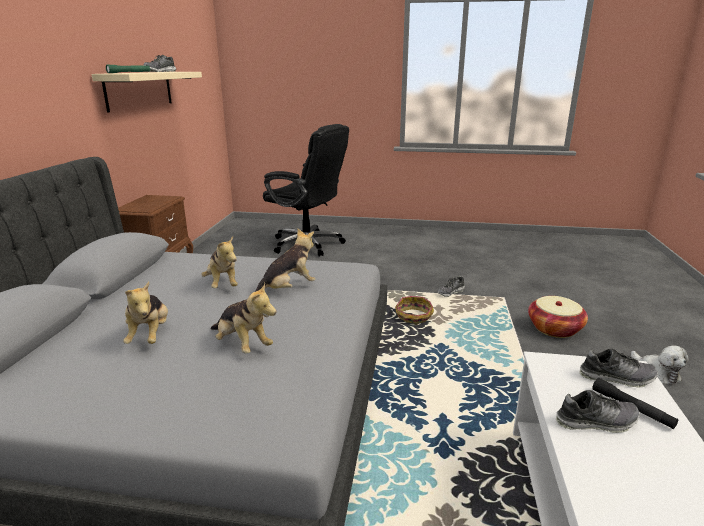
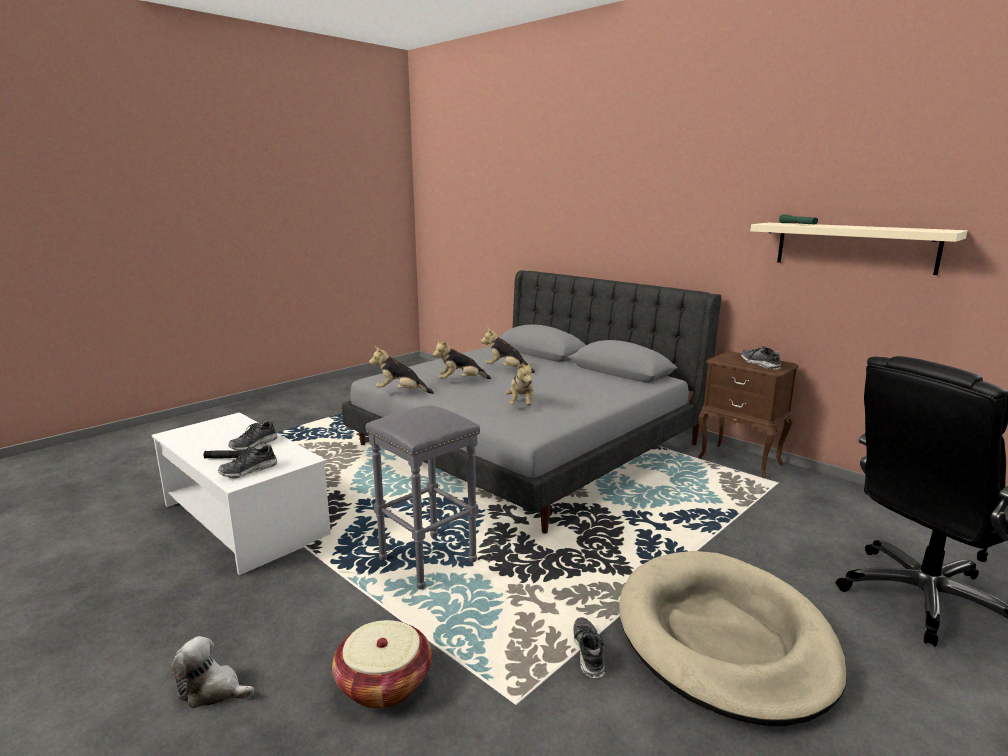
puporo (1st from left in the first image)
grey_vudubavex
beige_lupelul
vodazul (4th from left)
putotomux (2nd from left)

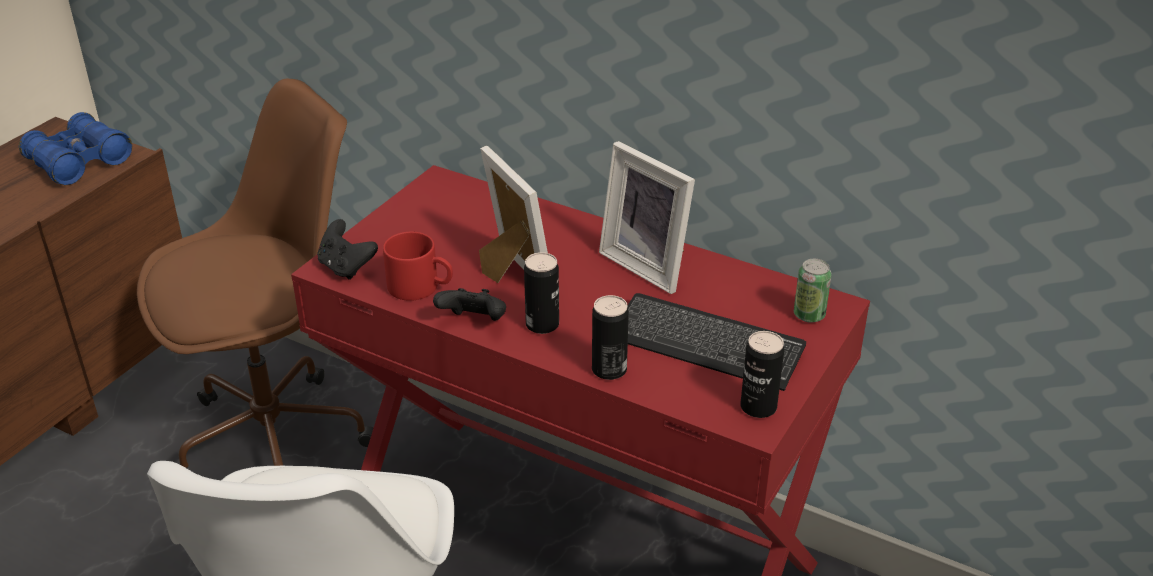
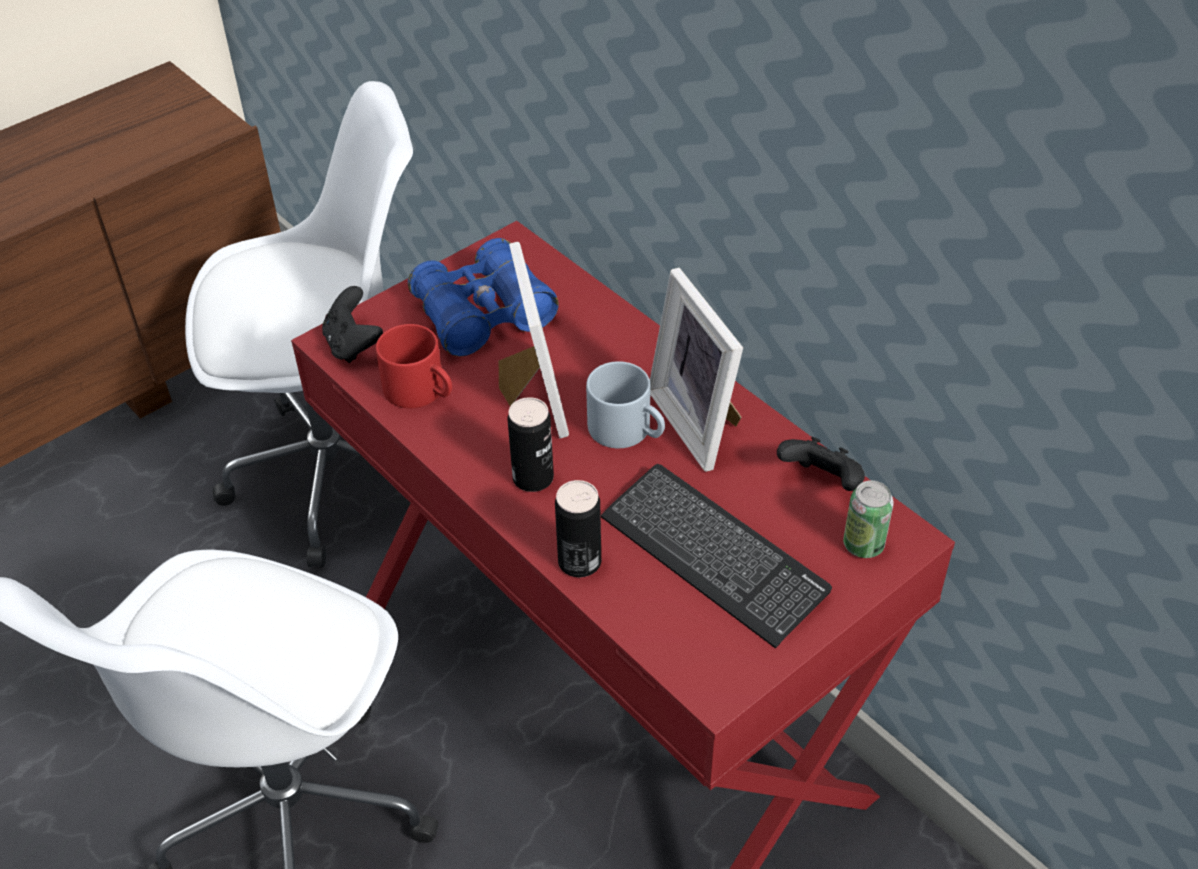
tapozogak (3rd from left in the first image)
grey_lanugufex
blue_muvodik
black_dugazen (2nd from left)
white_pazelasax (2nd from left)

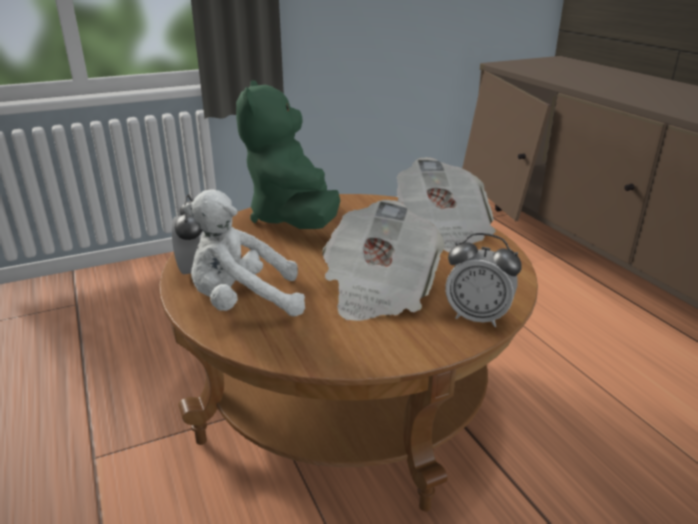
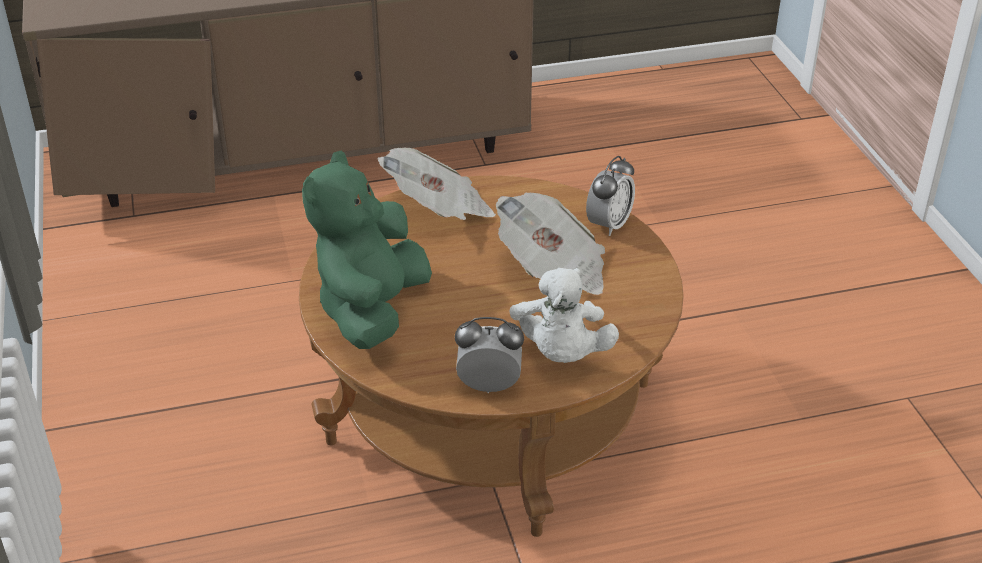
green_putotomux

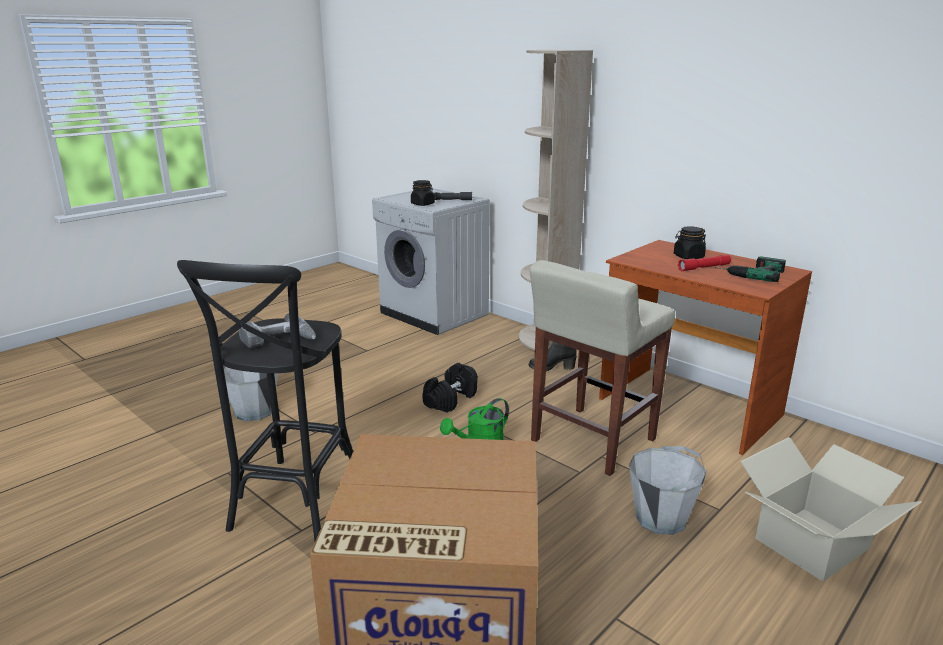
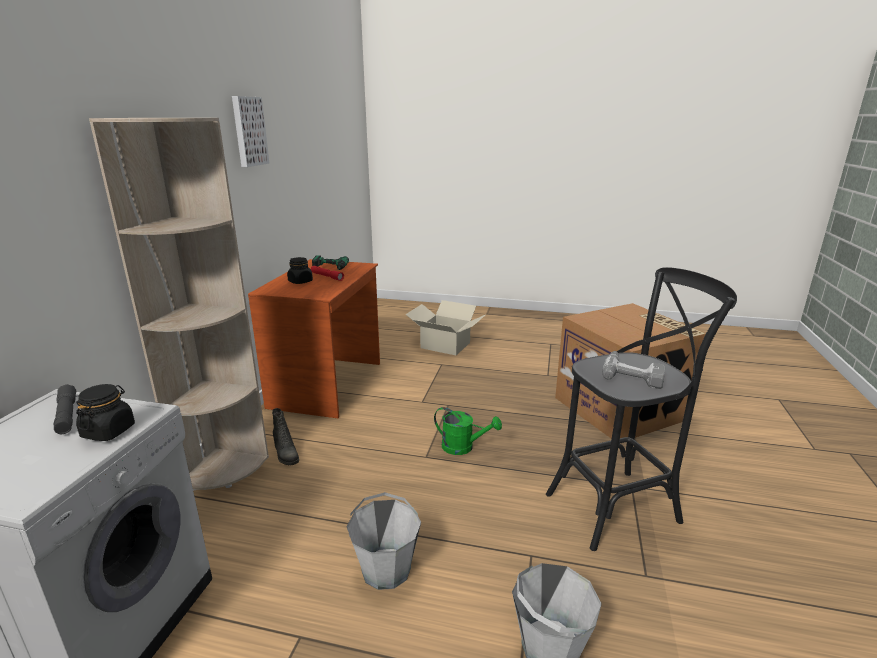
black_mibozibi
beige_vudubavex
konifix
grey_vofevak (1st from left)

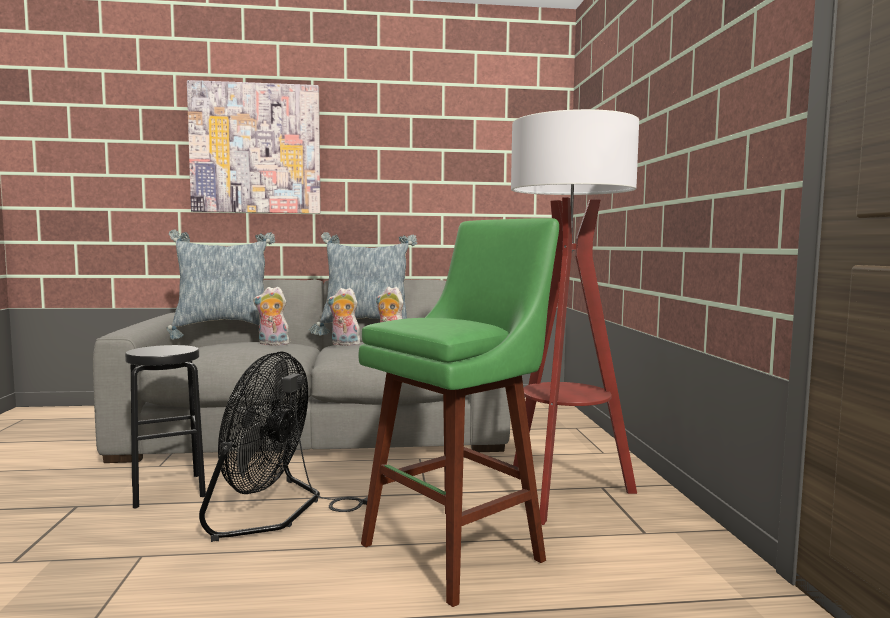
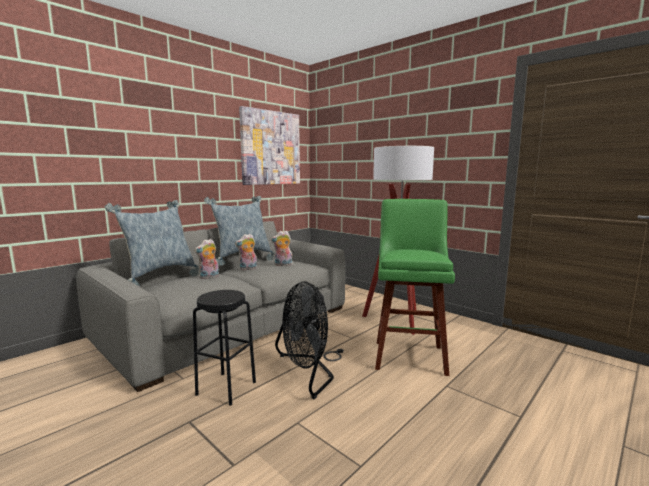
konifix

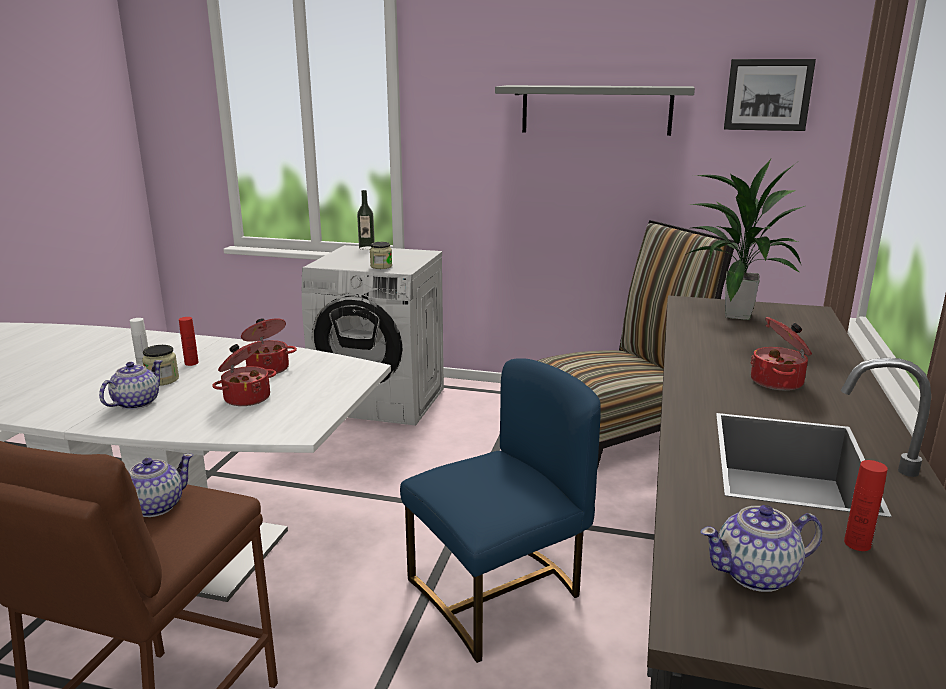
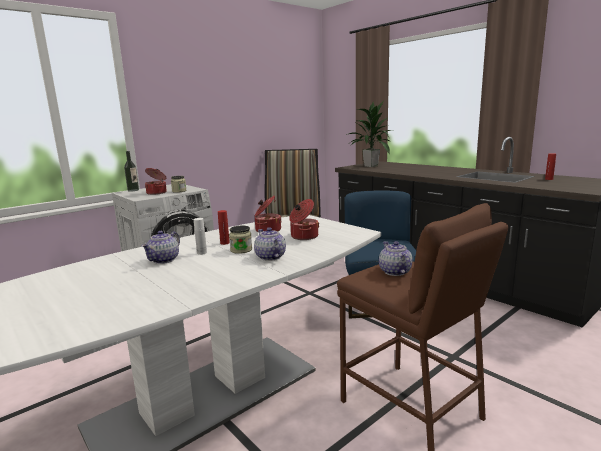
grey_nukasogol
konifix
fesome (1st from left)
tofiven (1st from left)

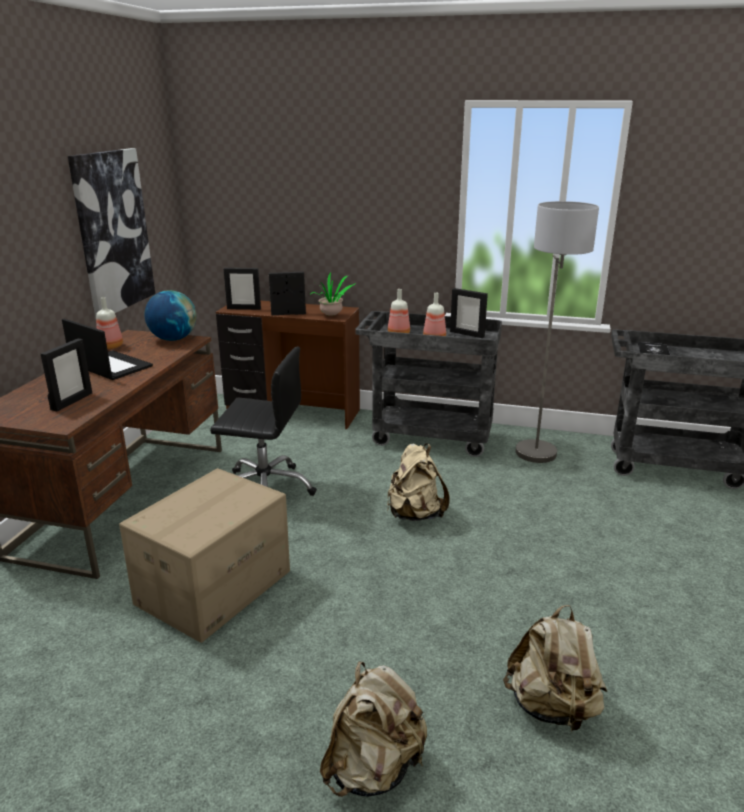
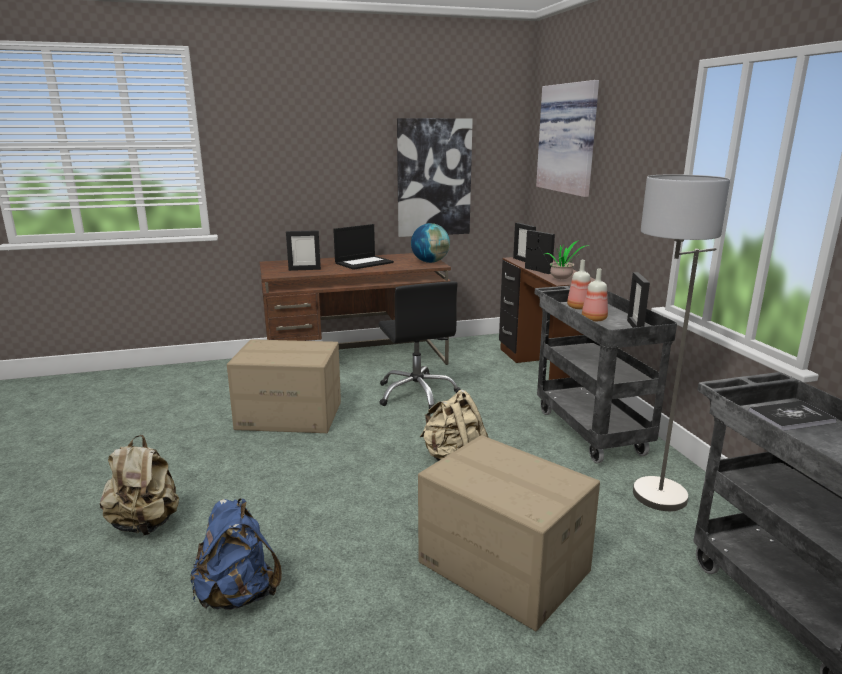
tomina (1st from left in the first image)
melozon (2nd from left)
konifix (2nd from left)
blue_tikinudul
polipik

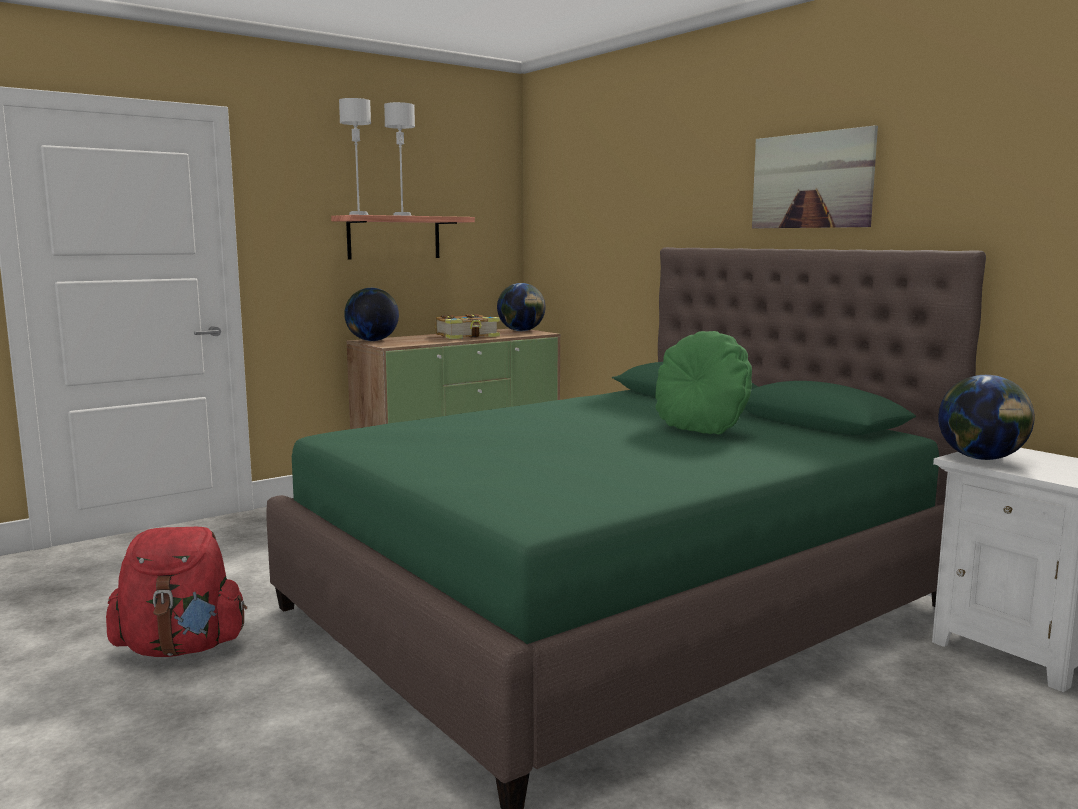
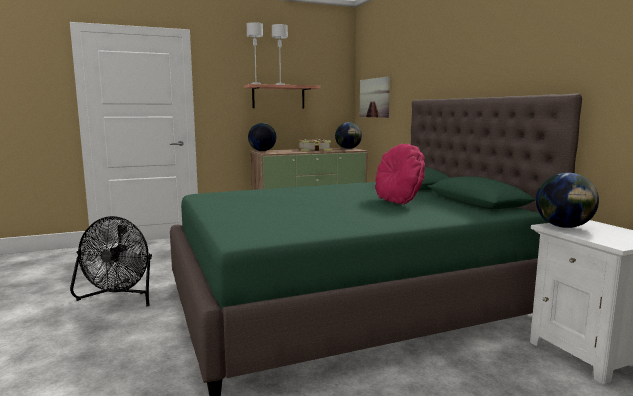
konifix
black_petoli
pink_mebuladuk

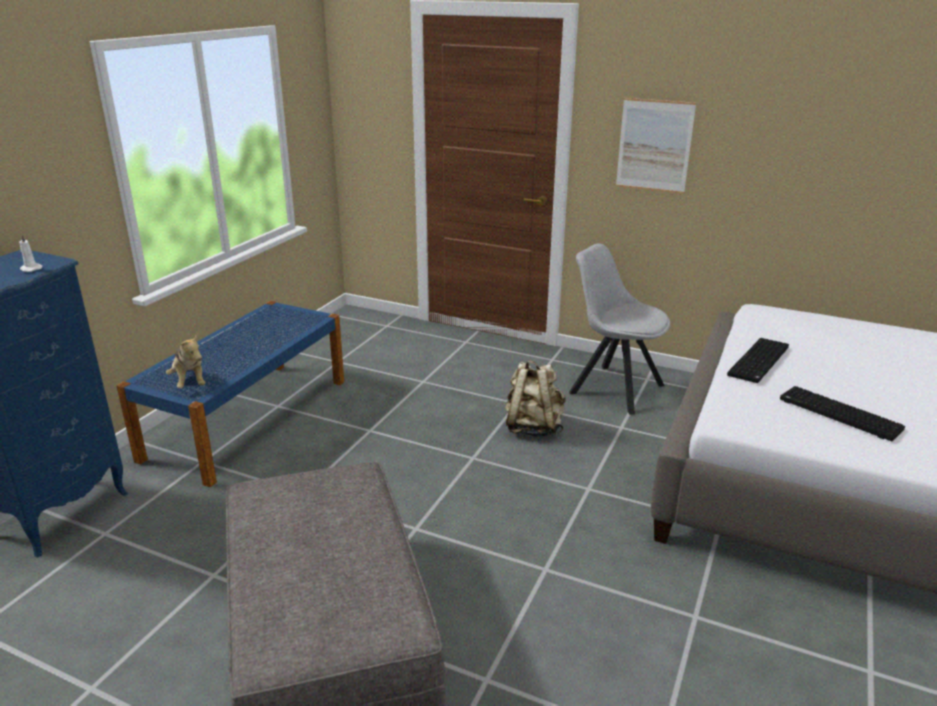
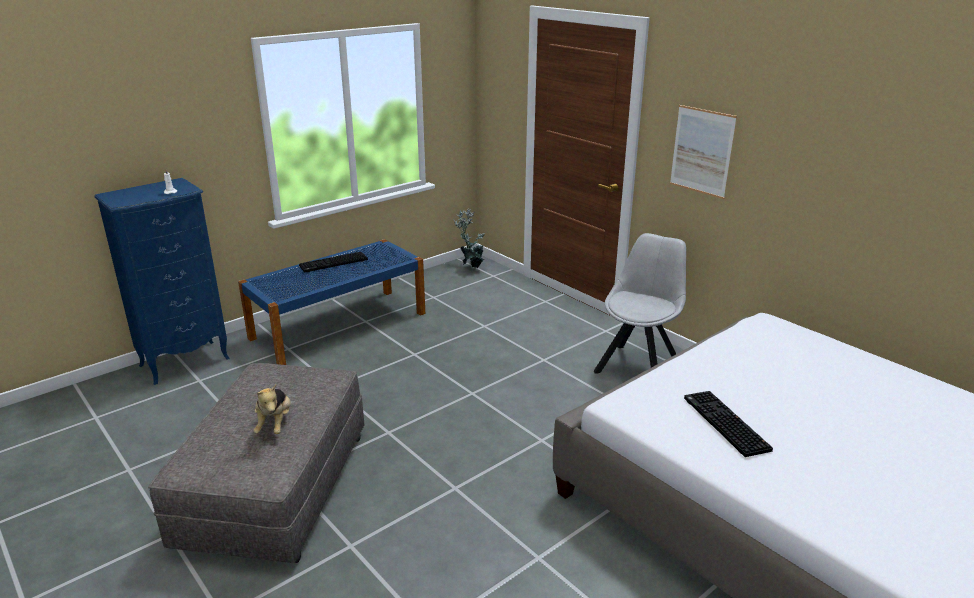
beige_tikinudul
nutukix
putotomux
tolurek (1st from left)
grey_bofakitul

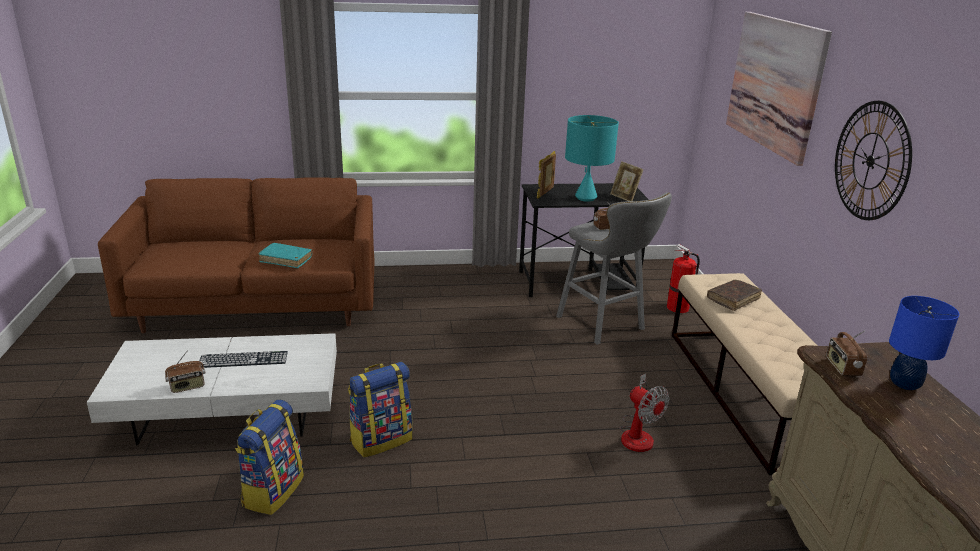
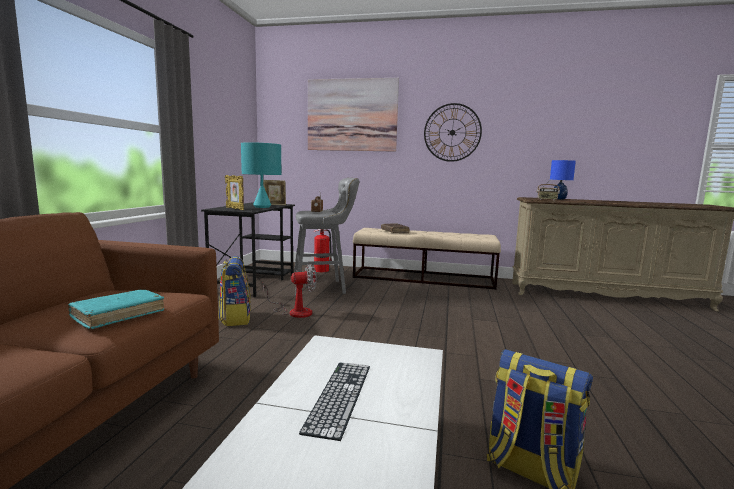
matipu (1st from left in the first image)
tikinudul (1st from left)
petoli

